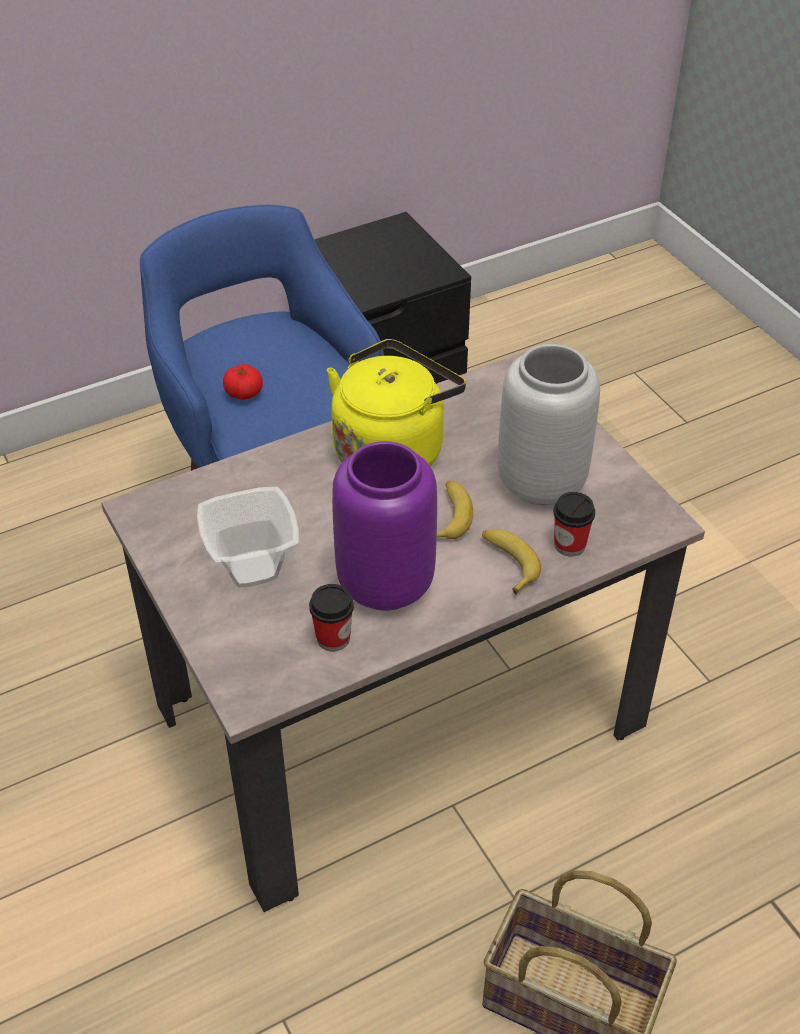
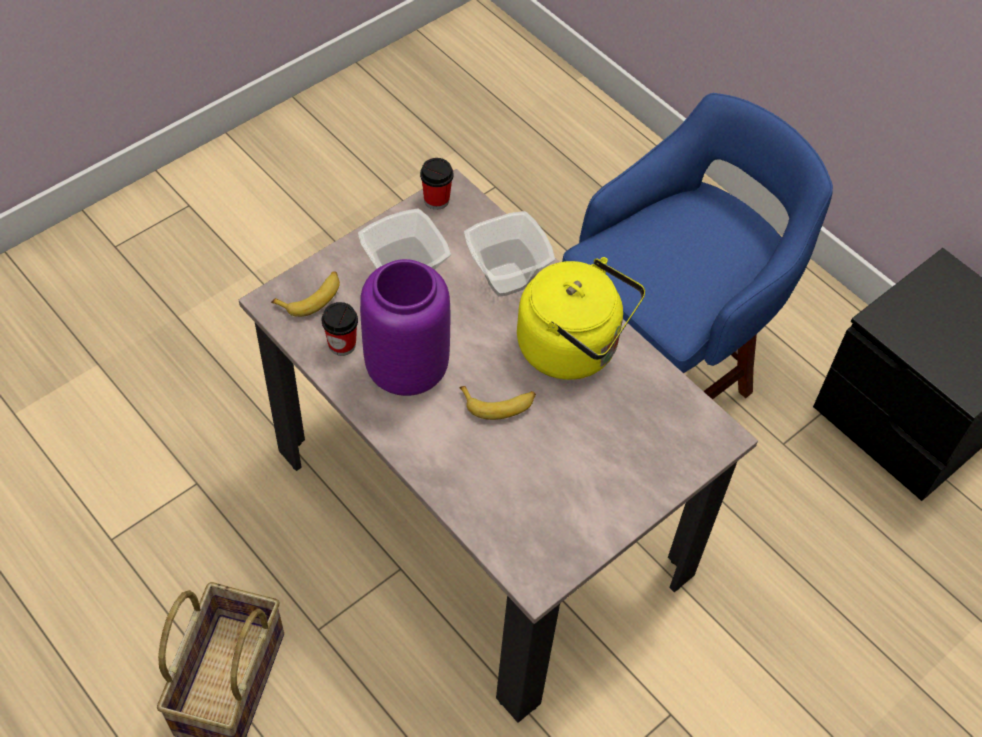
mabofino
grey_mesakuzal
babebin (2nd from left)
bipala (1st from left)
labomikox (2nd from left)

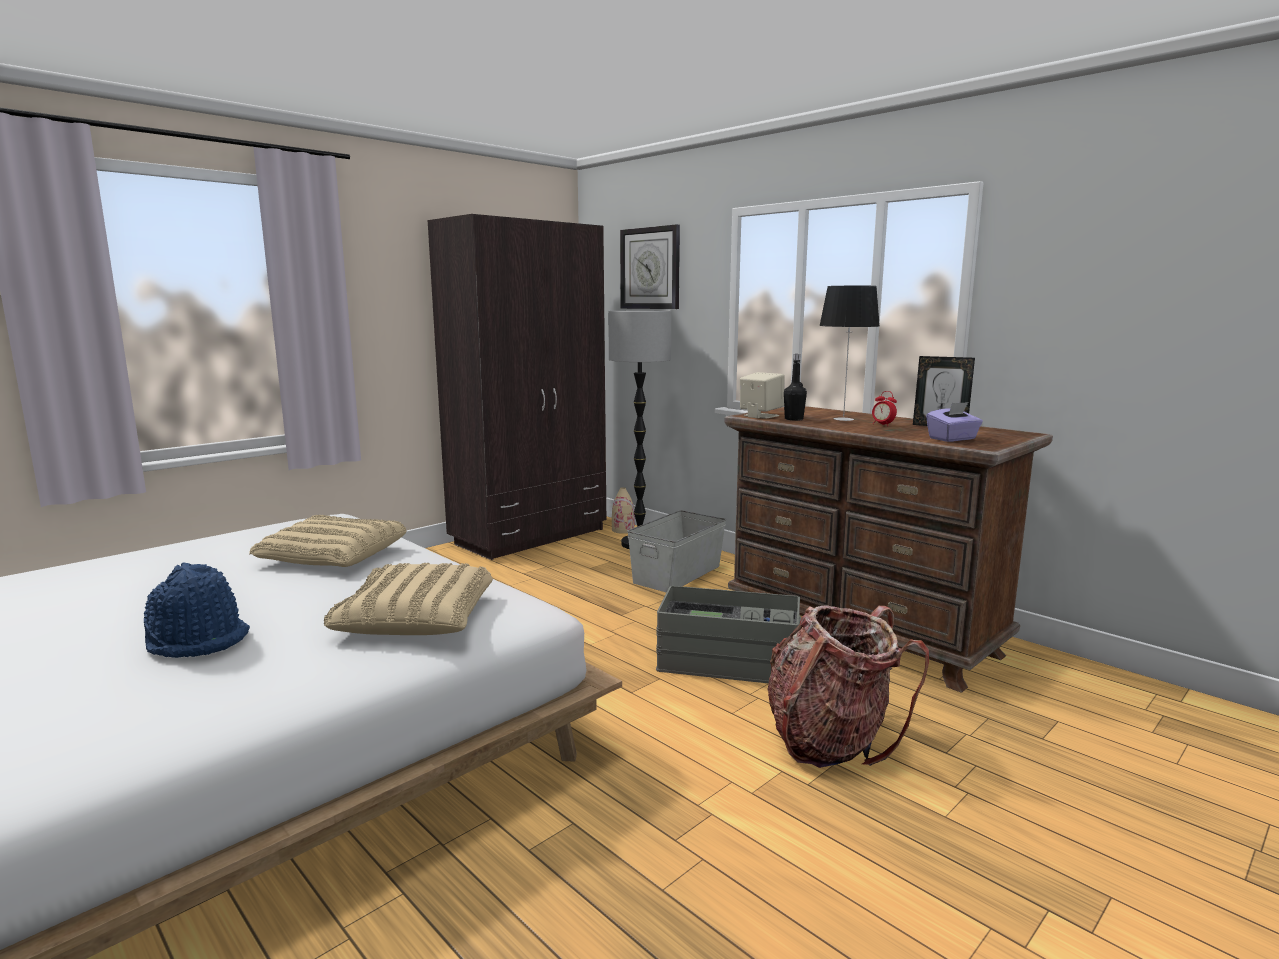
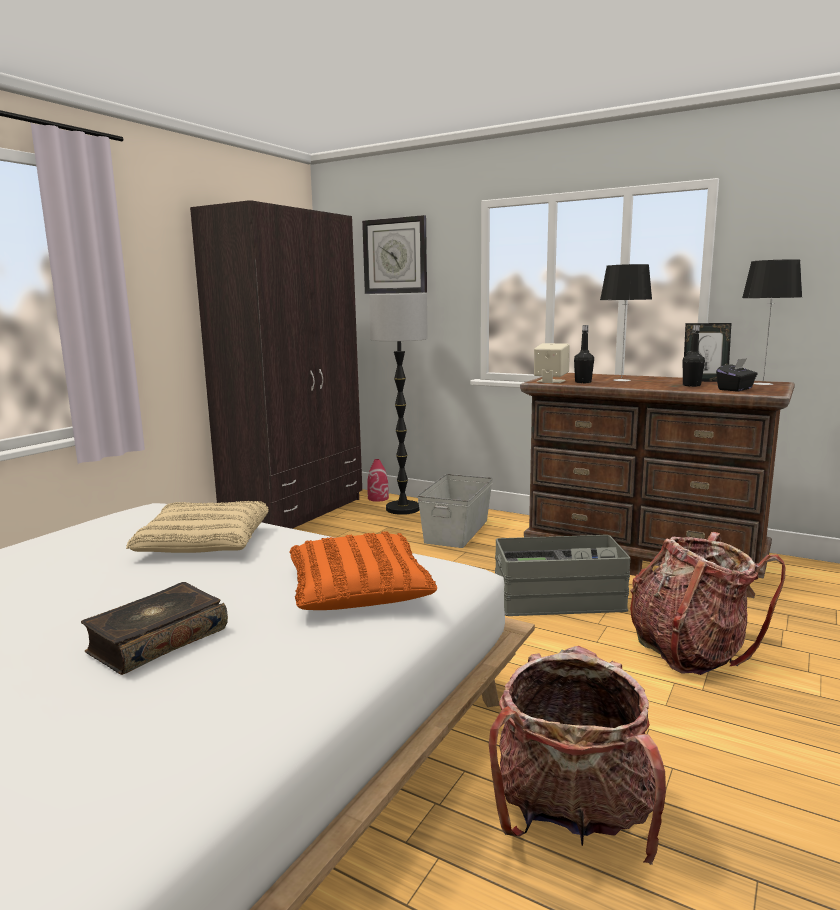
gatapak
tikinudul (1st from left)
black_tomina (2nd from left)
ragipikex (2nd from left)
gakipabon
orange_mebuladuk
red_mesakuzal
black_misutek

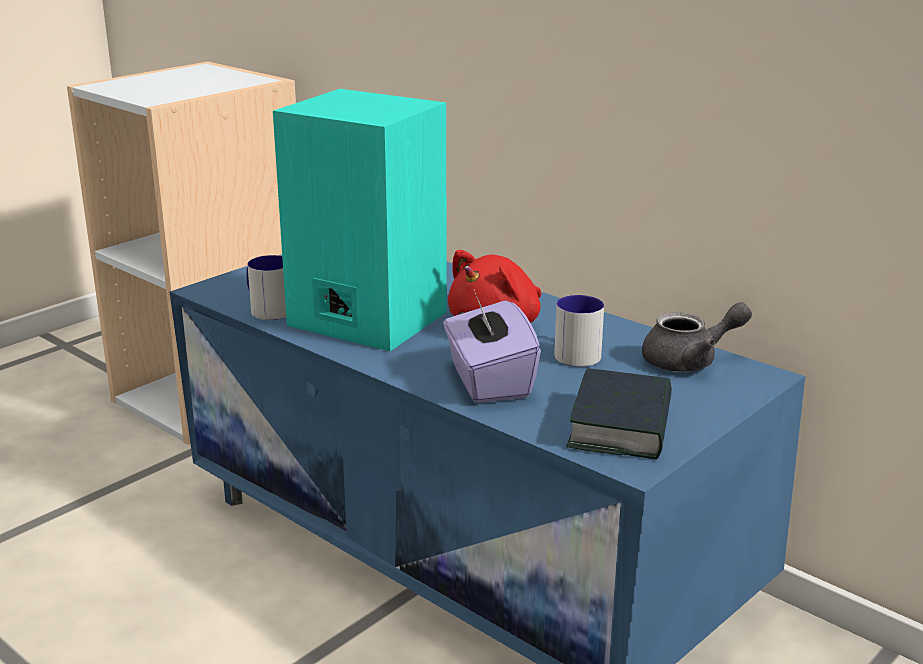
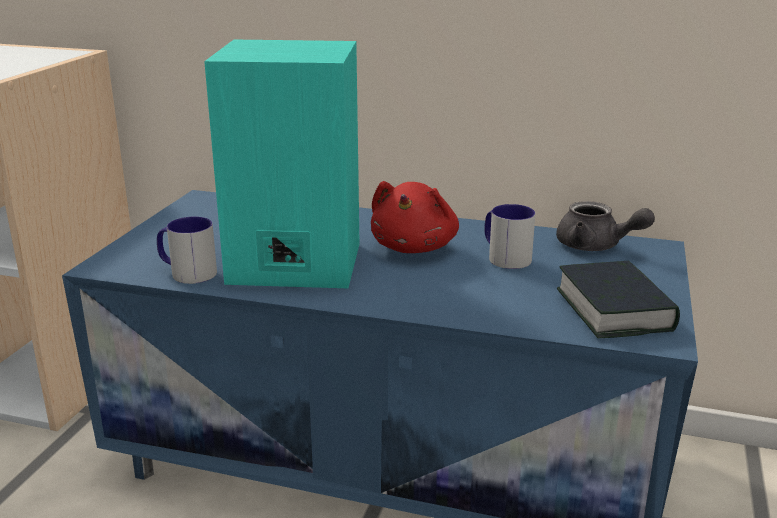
purple_misutek
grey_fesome

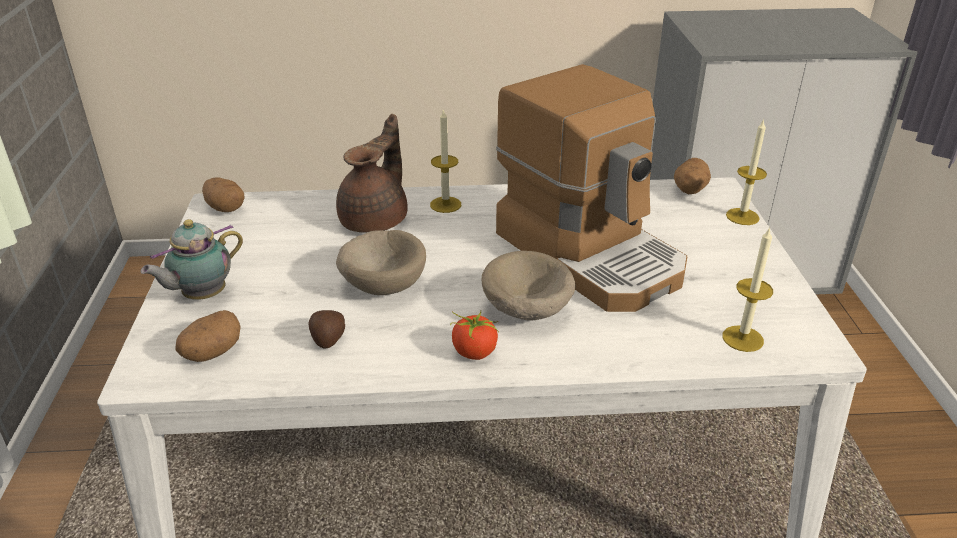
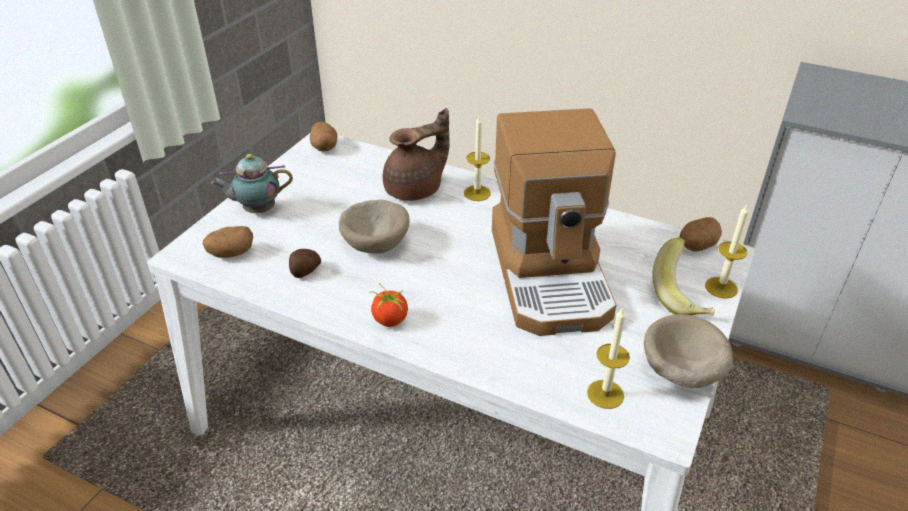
bipala
beige_babebin (2nd from left)

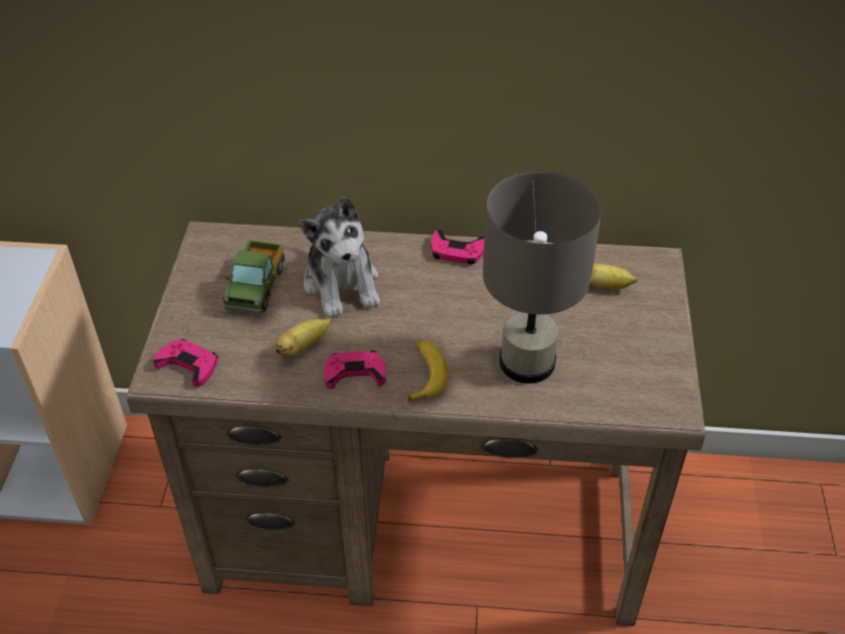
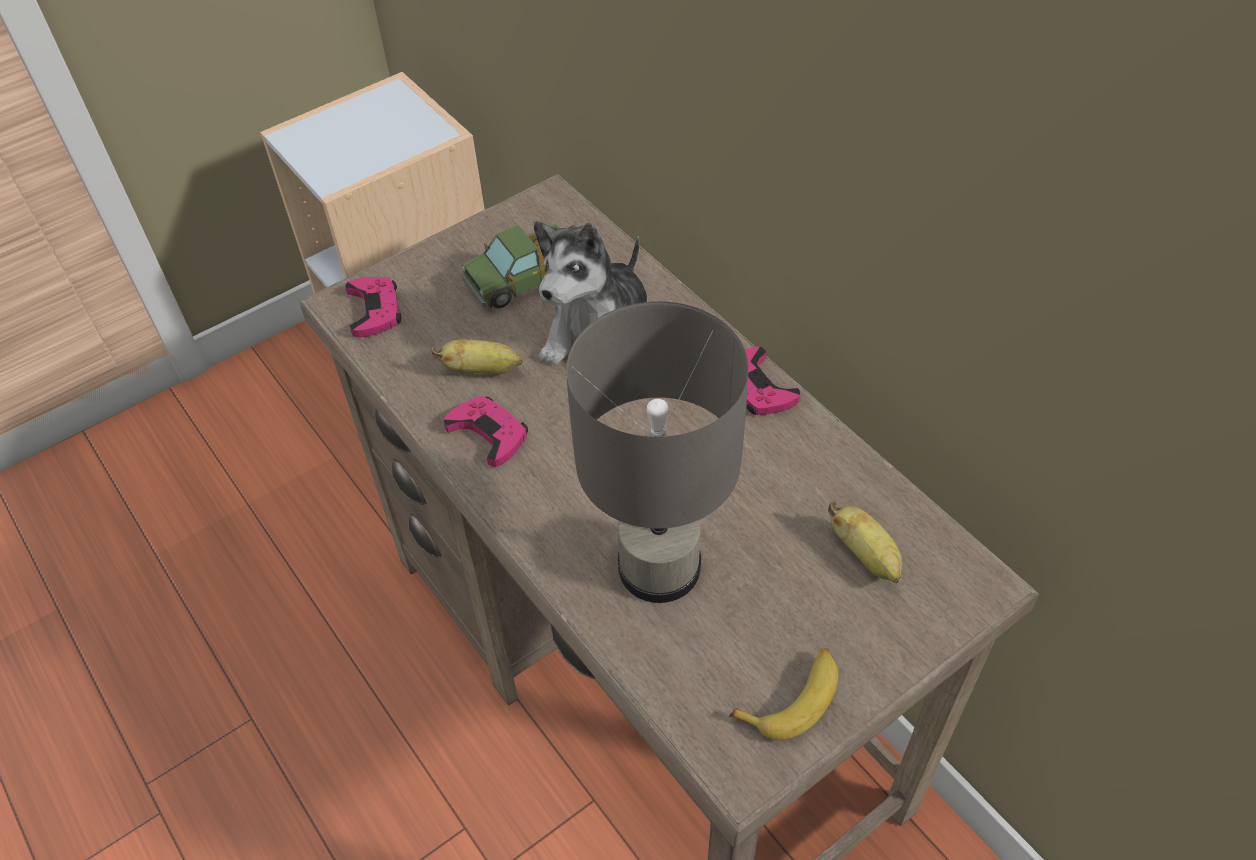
bipala (2nd from left)

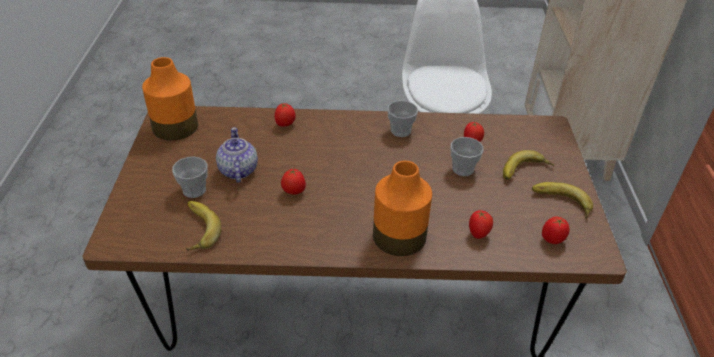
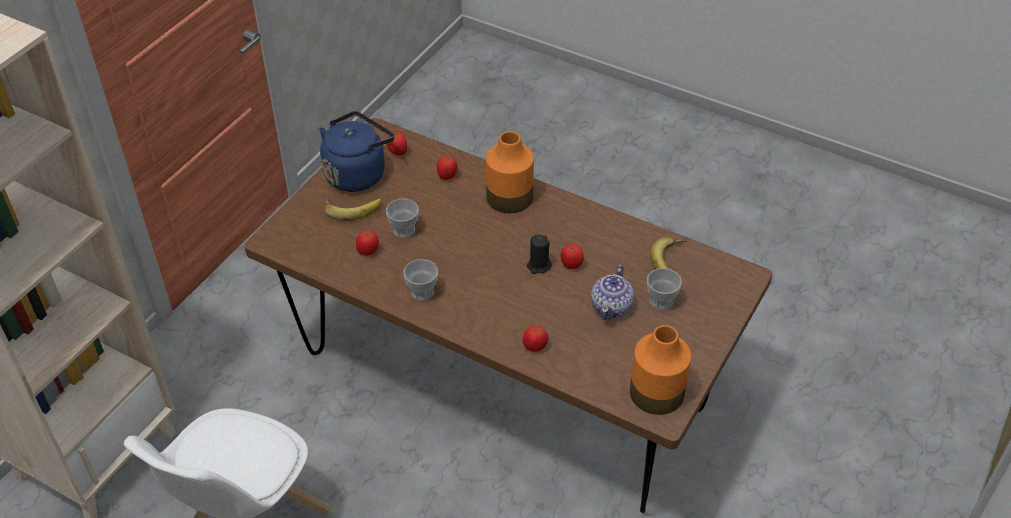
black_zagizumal
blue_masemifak

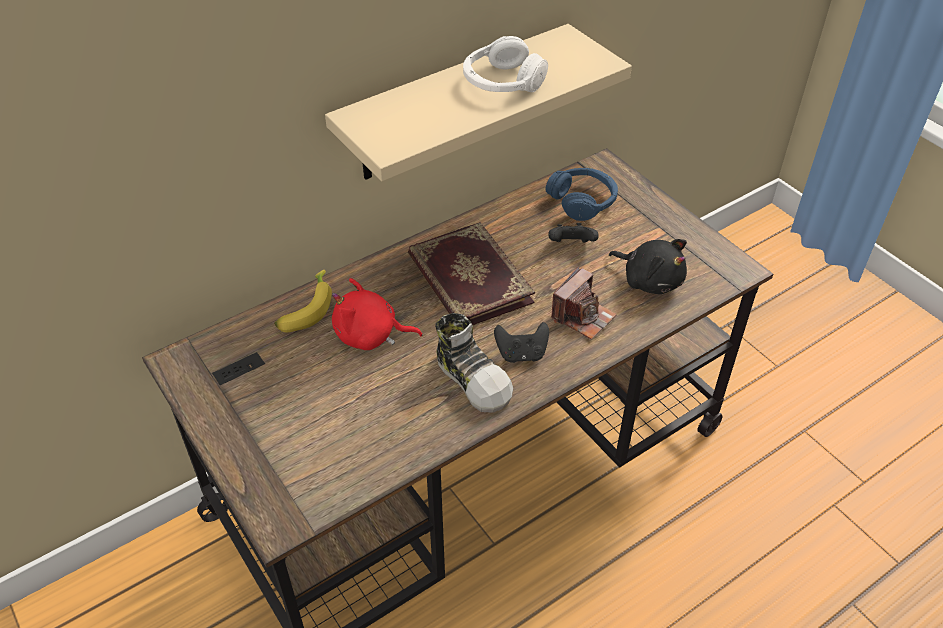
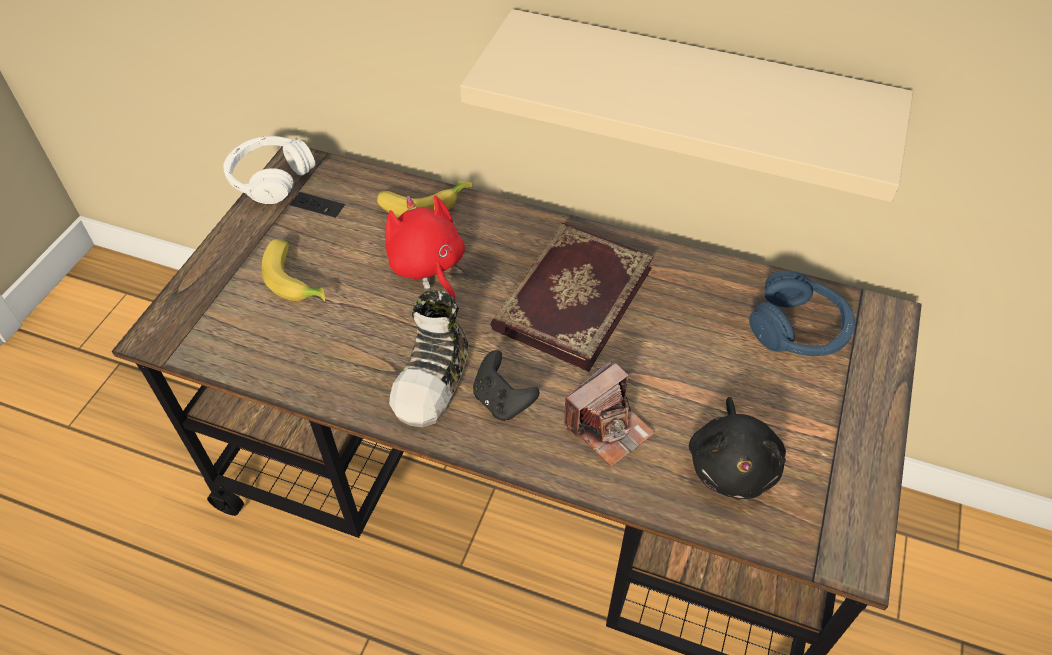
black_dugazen (2nd from left in the first image)
bipala (1st from left)
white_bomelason
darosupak

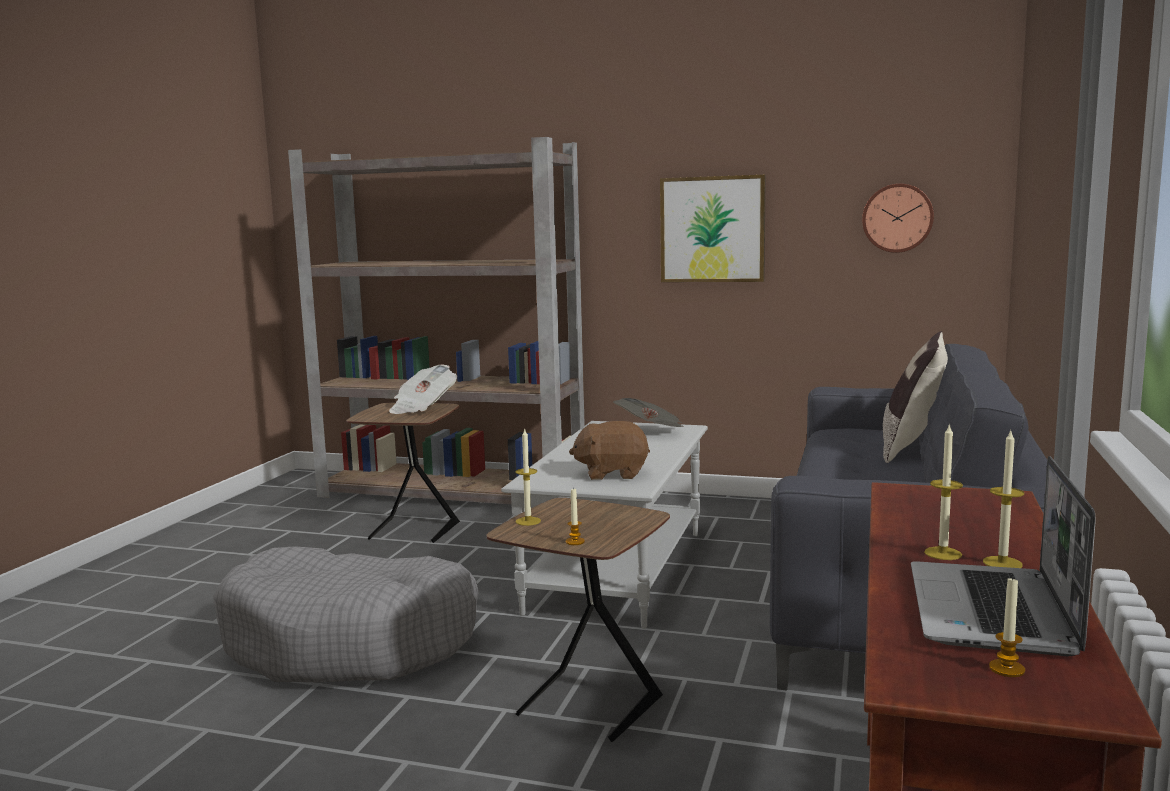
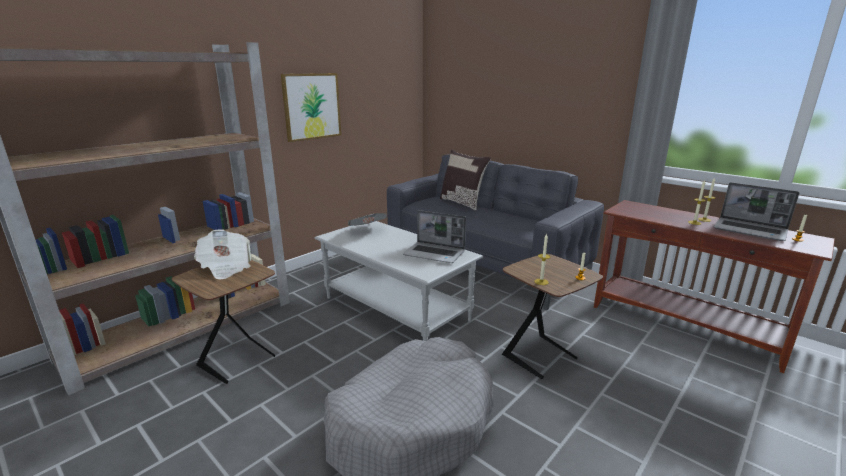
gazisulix
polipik (1st from left)

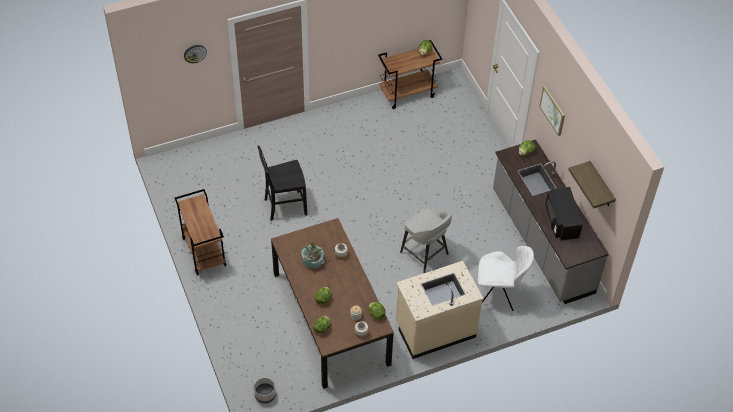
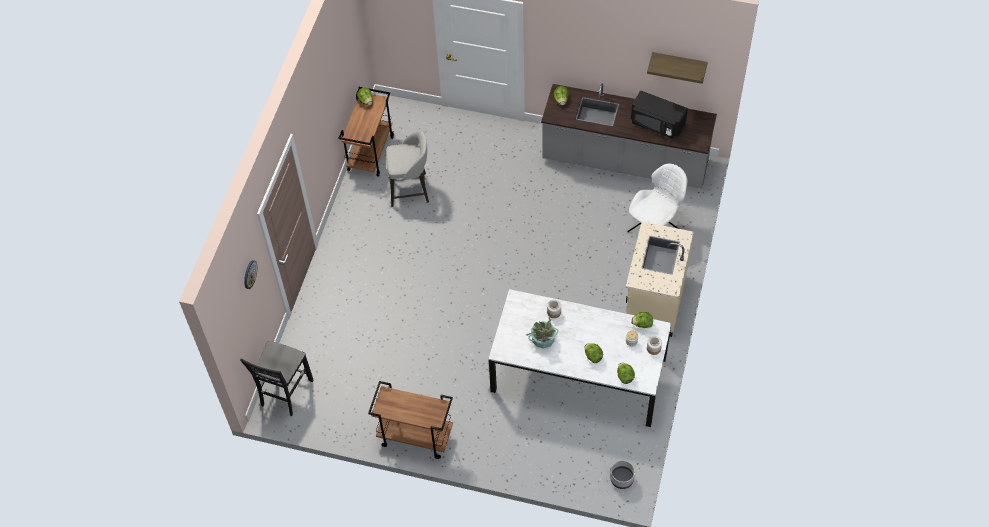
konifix
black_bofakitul
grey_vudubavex
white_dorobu

